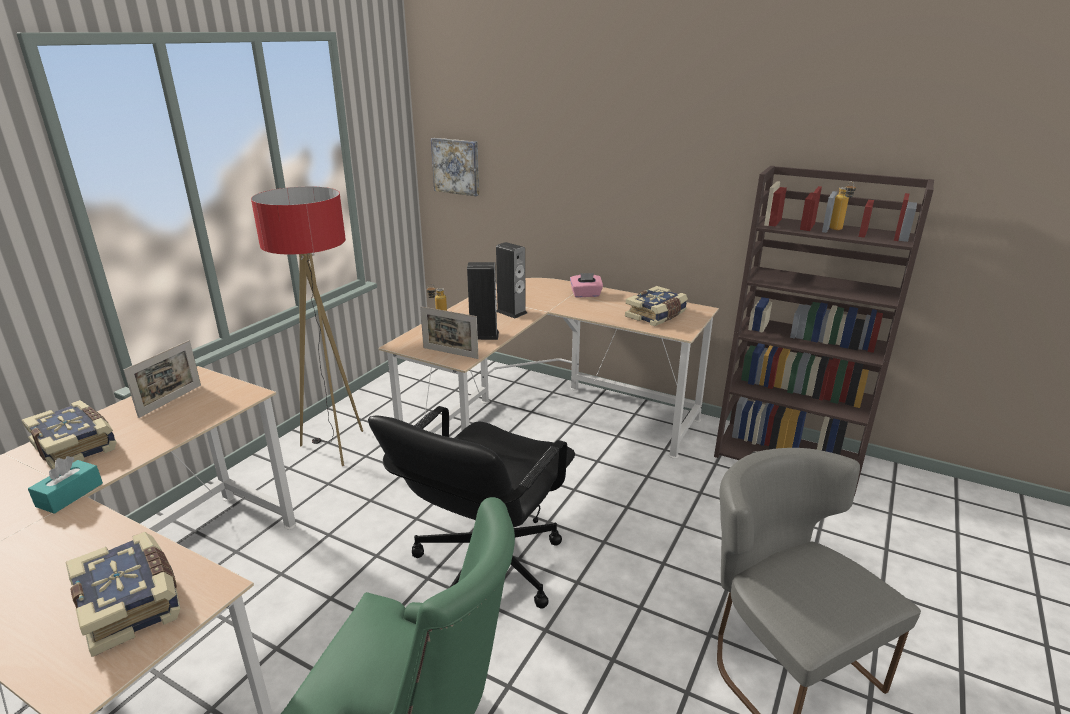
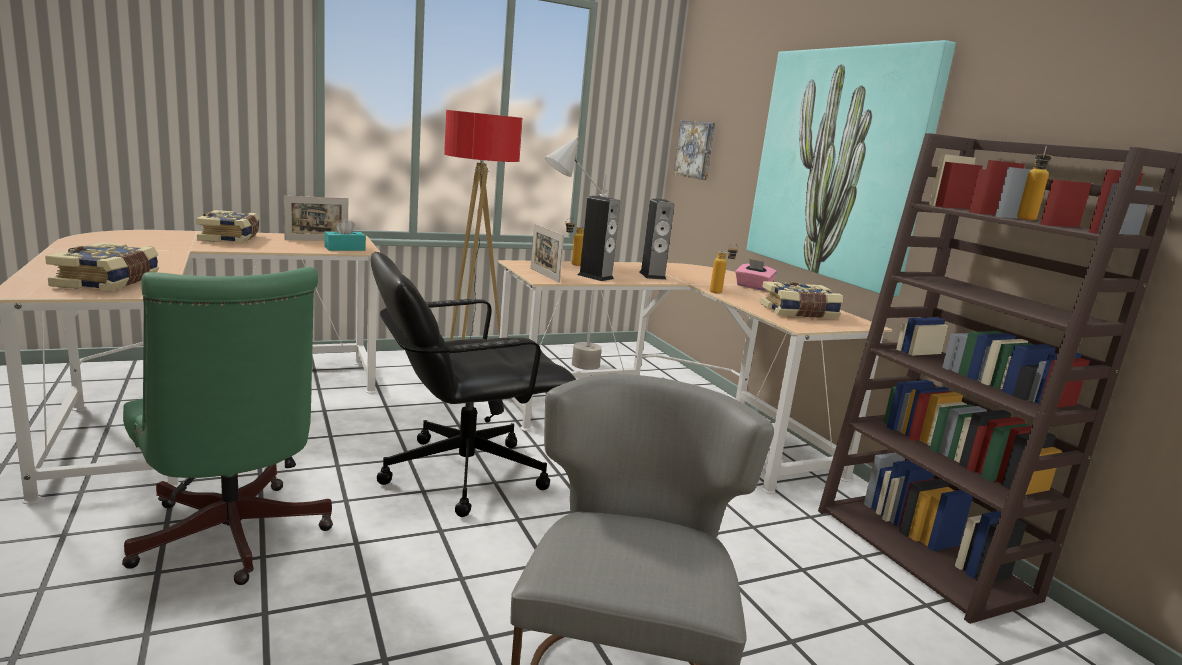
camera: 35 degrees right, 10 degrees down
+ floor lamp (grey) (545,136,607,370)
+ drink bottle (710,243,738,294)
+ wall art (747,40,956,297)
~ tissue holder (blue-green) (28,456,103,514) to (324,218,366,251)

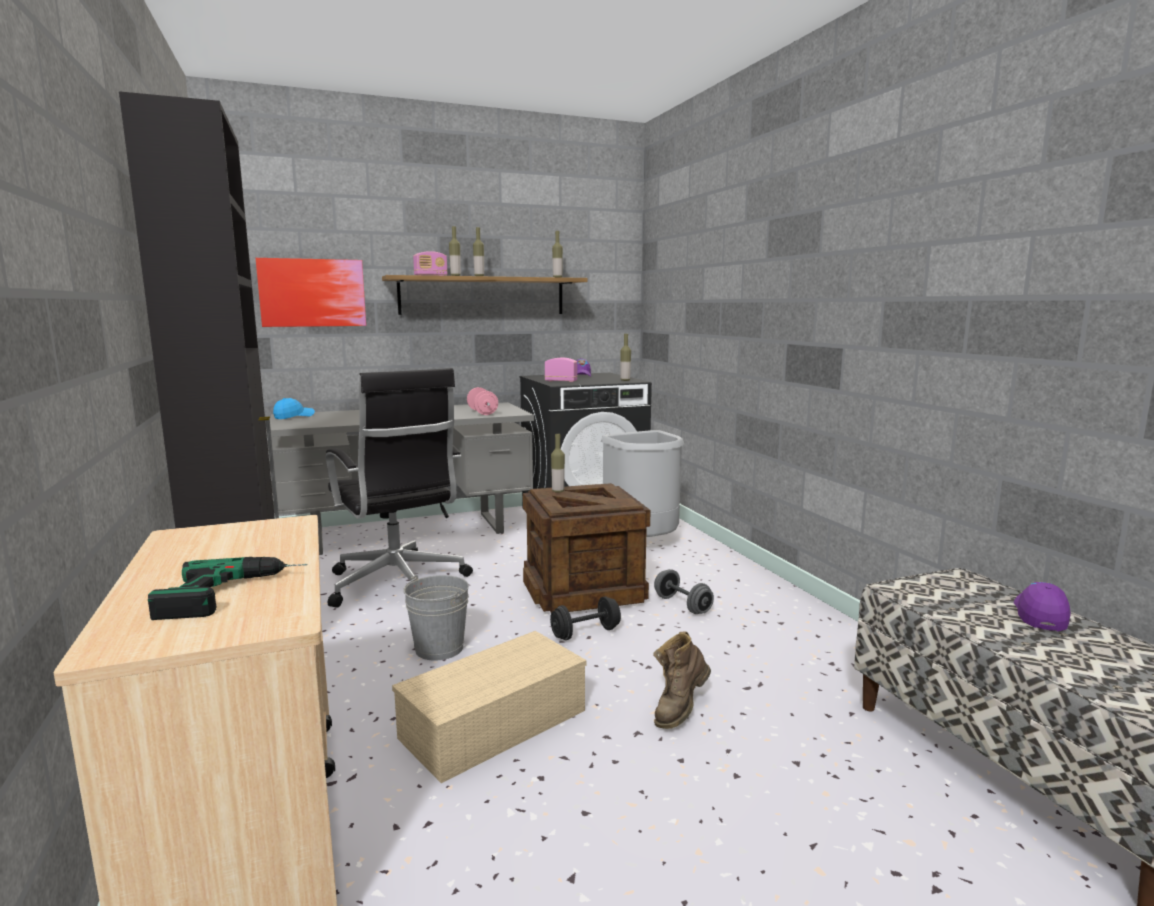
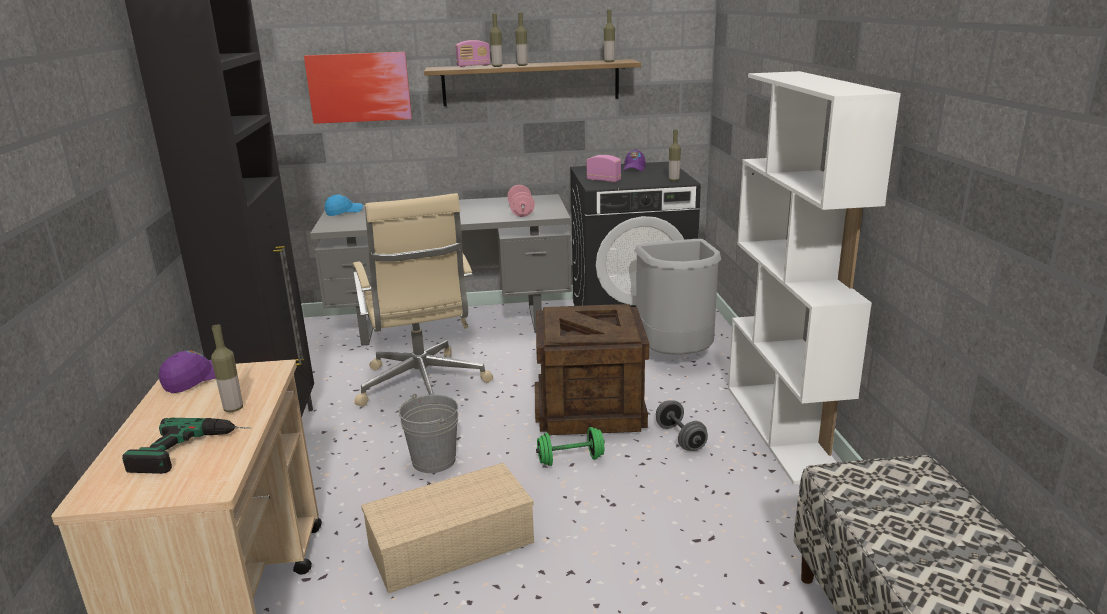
camera: 15 degrees right, 10 degrees up
- tall boot (brownish) (653,631,711,729)
+ bookcase (whitish) (728,71,901,484)
~ drink bottle (551,434,565,493) to (211,325,243,412)
~ cap (purple) (1014,582,1071,631) to (159,350,216,393)
~ office chair (blackish) (326,368,473,608) to office chair (beige) (353,193,493,407)
~ hand weight (blackish) (550,597,621,640) to hand weight (green) (536,427,605,466)

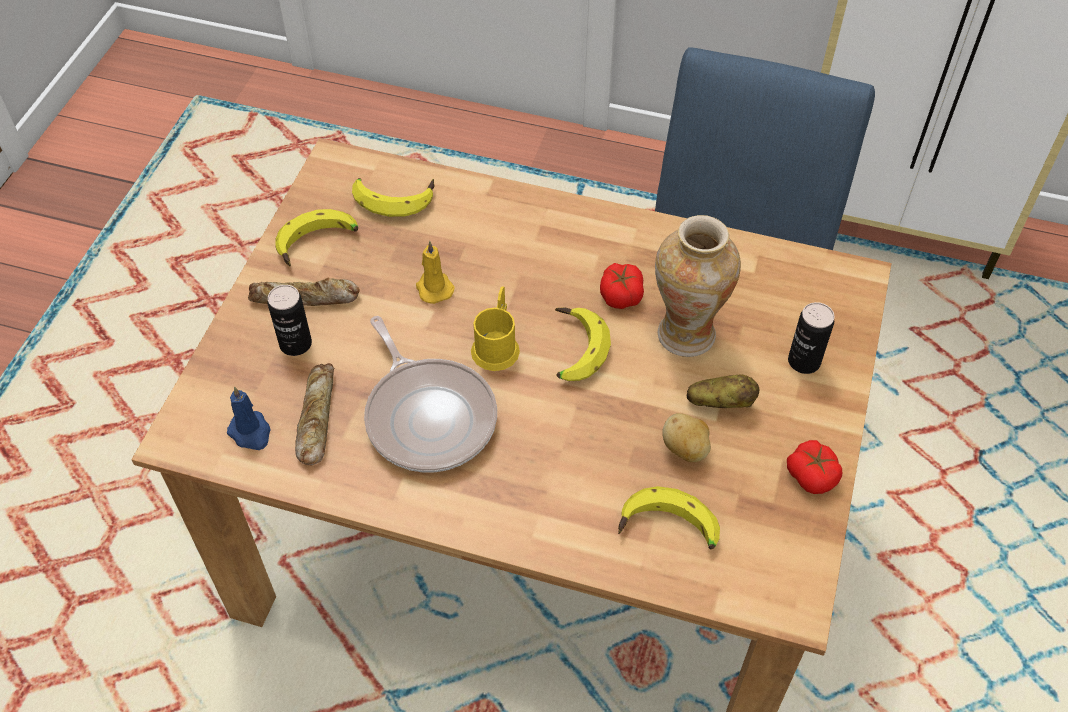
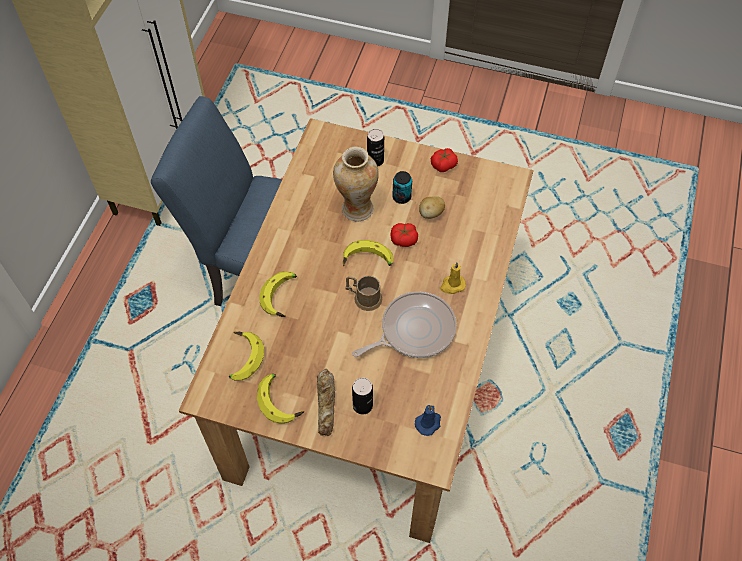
camera: 90 degrees left, 5 degrees up
- bread (295,363,334,465)
~ candle (yellowish) (416,241,455,304) to (440,263,466,294)
~ fresh tomato (600,263,644,309) to (390,223,418,247)
~ banana (618,486,720,550) to (259,271,297,317)
~ whole potato (687,374,759,408) to can (392,171,412,204)
~ tea mug (yellowish) (471,286,520,371) to tea mug (brownish) (345,276,383,311)

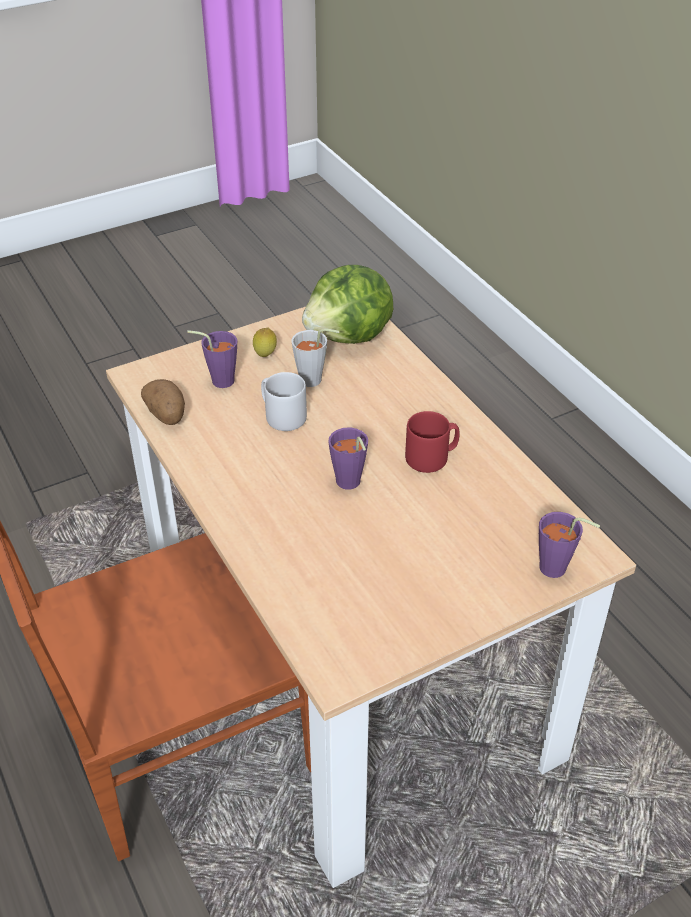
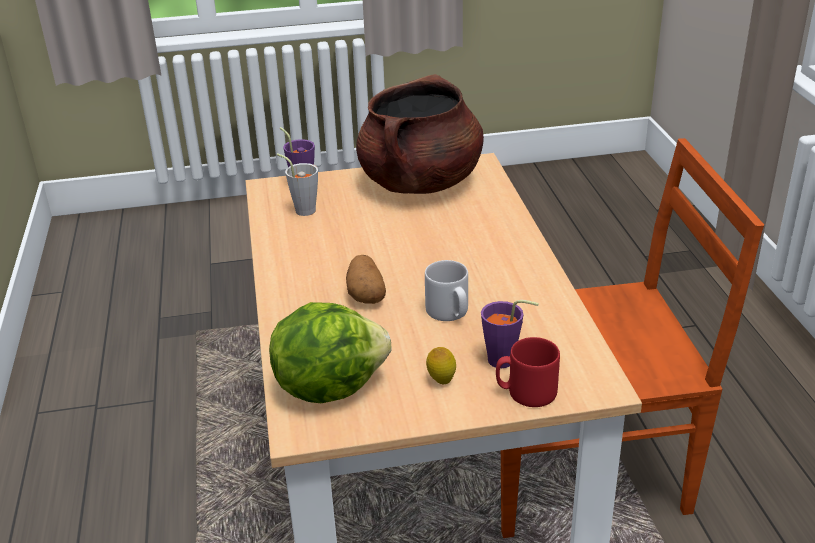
camera: 160 degrees left, 10 degrees down
- cup (purple) (328,427,368,490)
+ stockpot (brownish) (356,74,484,194)
~ whole potato (141,379,185,425) to (346,255,386,304)
~ cup (grey) (291,329,340,387) to (276,153,318,216)
~ tea mug (red-coloured) (405,411,460,473) to (496,337,560,407)

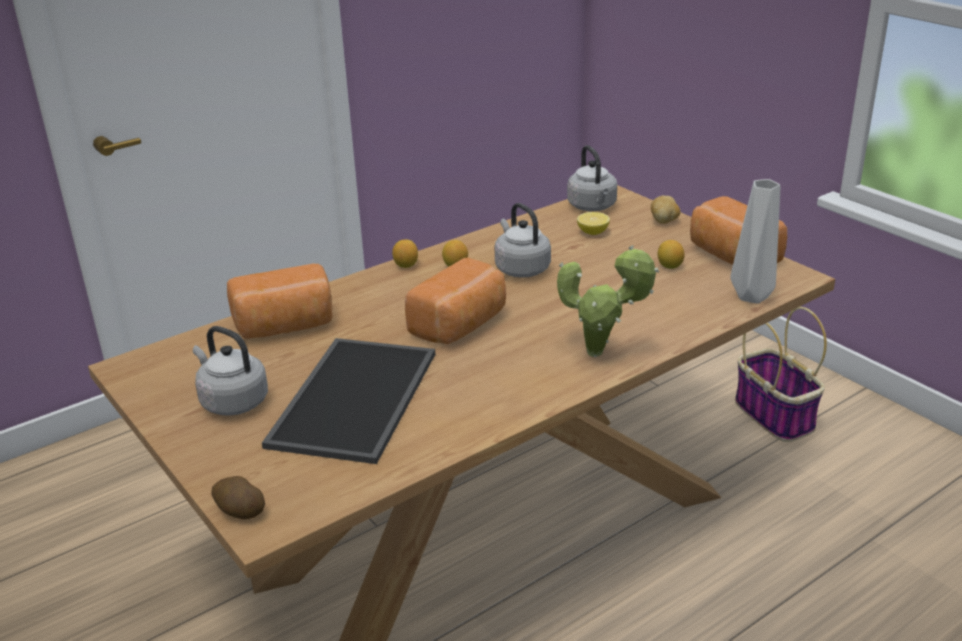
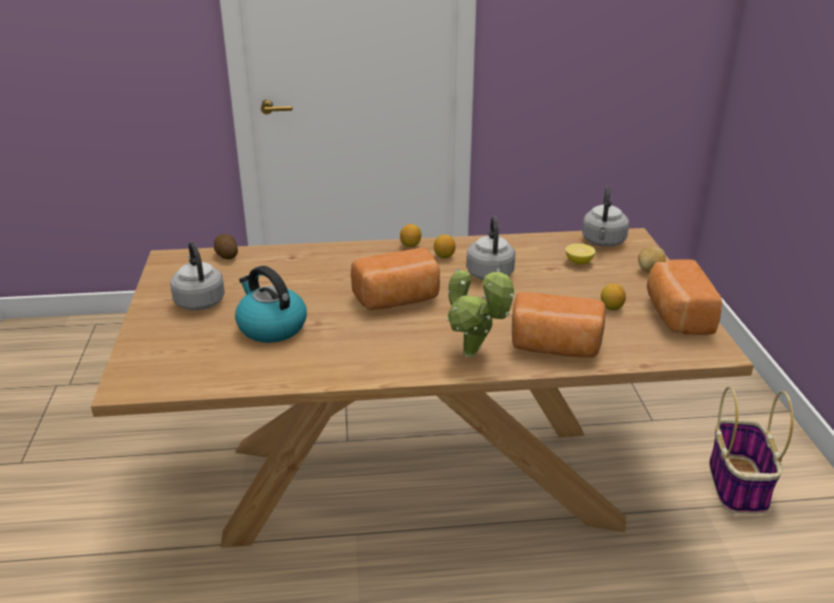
camera: 30 degrees right, 0 degrees up
- decorative vase (grey) (730,179,780,304)
~ whole potato (211,476,265,519) to (214,234,238,259)
~ bread (227,264,333,339) to (512,292,606,357)
~ tray (262,338,435,464) to tea kettle (235,266,307,343)

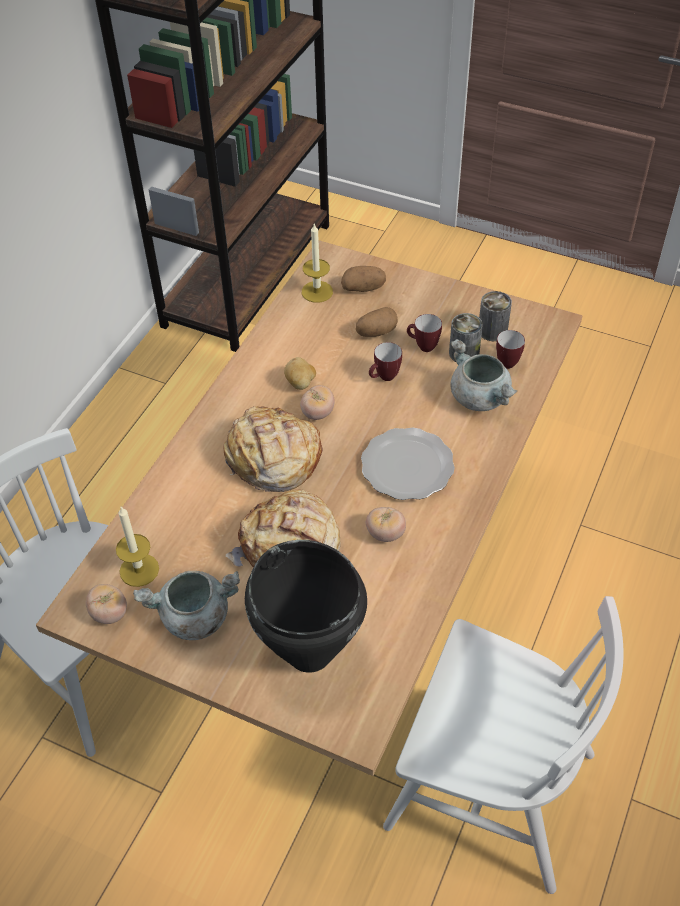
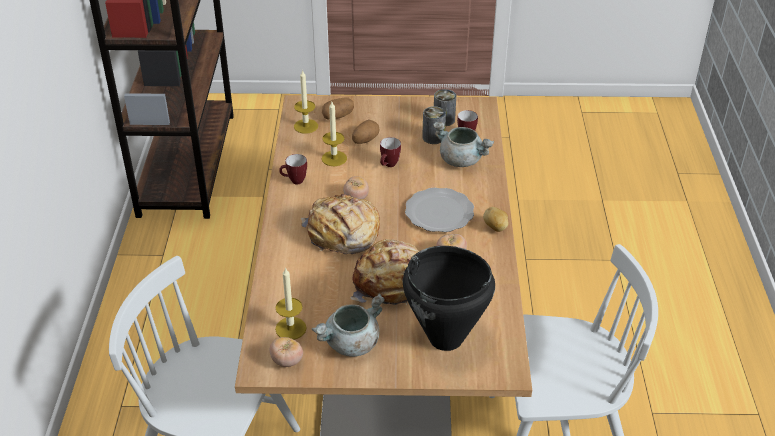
camera: 25 degrees left, 10 degrees down
+ candle (322,102,347,166)
~ whole potato (284,357,316,390) to (483,207,508,232)
~ tea mug (407,314,442,352) to (279,154,307,184)

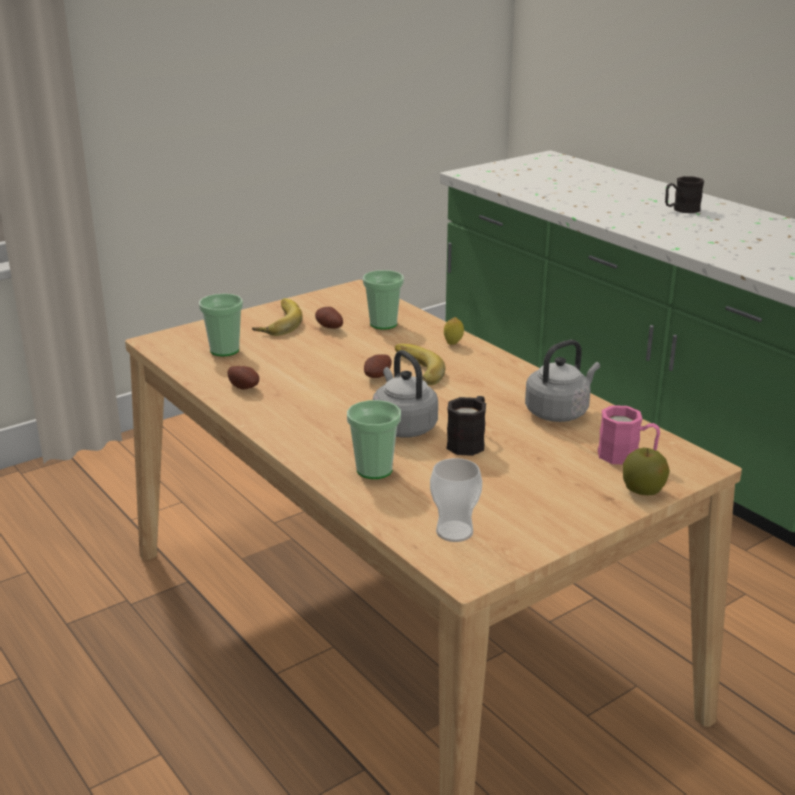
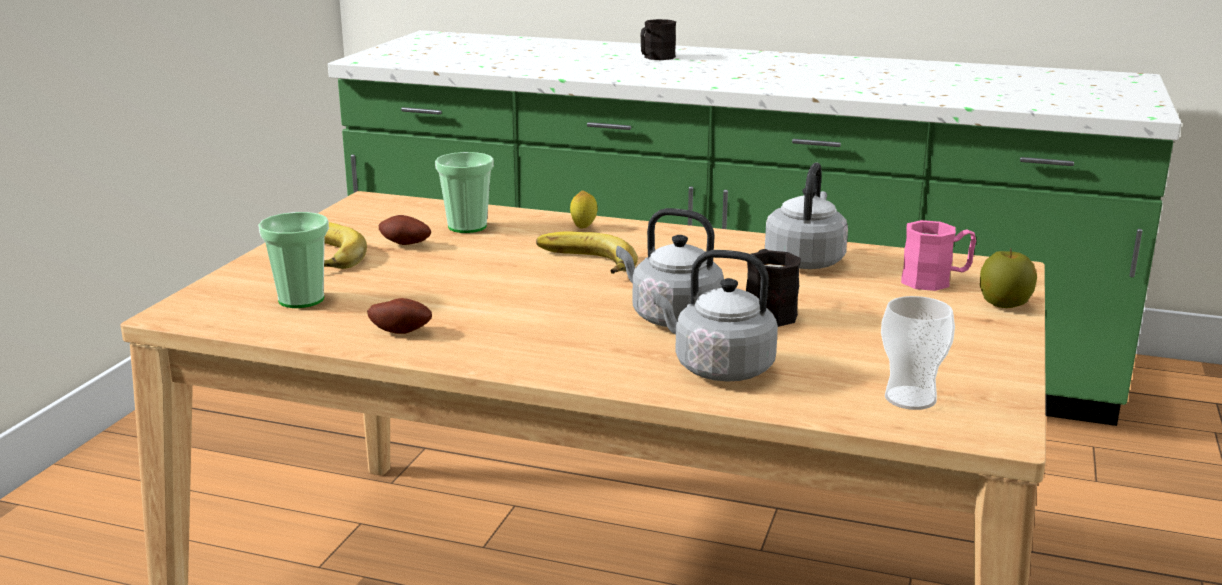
camera: 35 degrees left, 5 degrees down
- whole potato (364,354,392,378)
~ cup (347,400,401,479) to tea kettle (grey) (654,250,778,382)

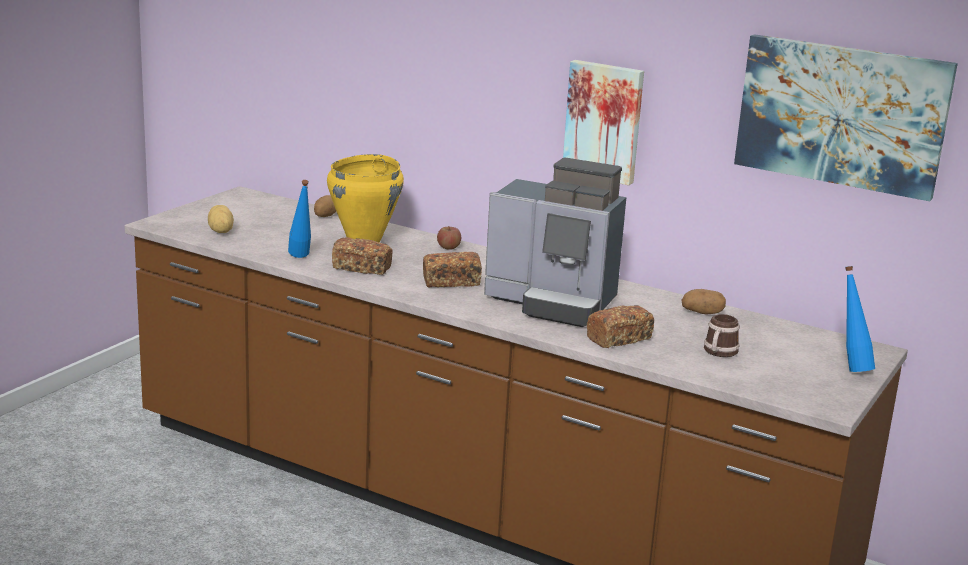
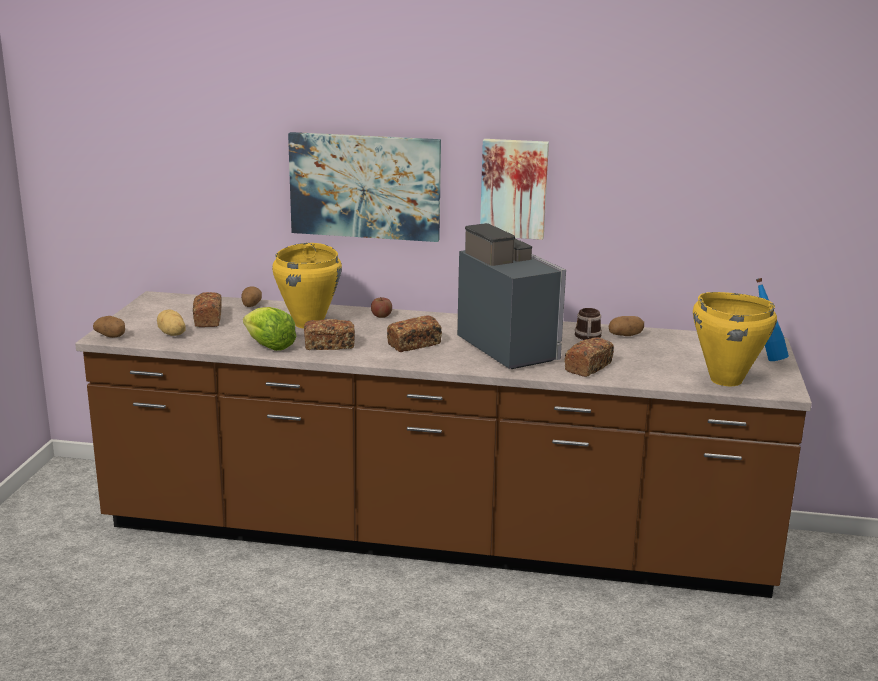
camera: 20 degrees left, 0 degrees up
+ whole potato (93,316,125,338)
+ bread (193,292,222,327)
+ stockpot (yellowish) (693,292,777,386)
~ tea mug (704,314,740,357) to (575,308,602,340)
~ wall art (734,34,958,201) to (288,132,441,242)
~ drink bottle (blue) (288,180,311,258) to lettuce (243,307,296,351)
~ coffee maker (484,158,626,327) = (457,223,566,369) 120 degrees counterclockwise

